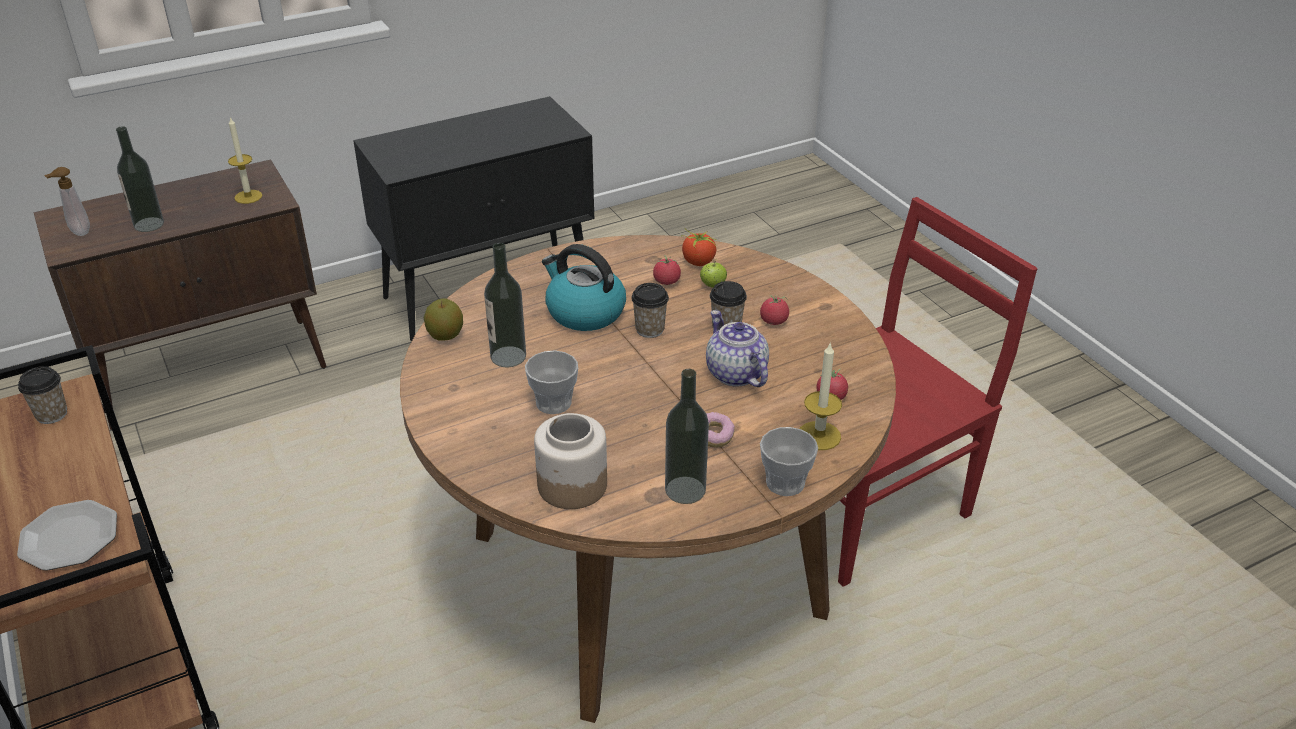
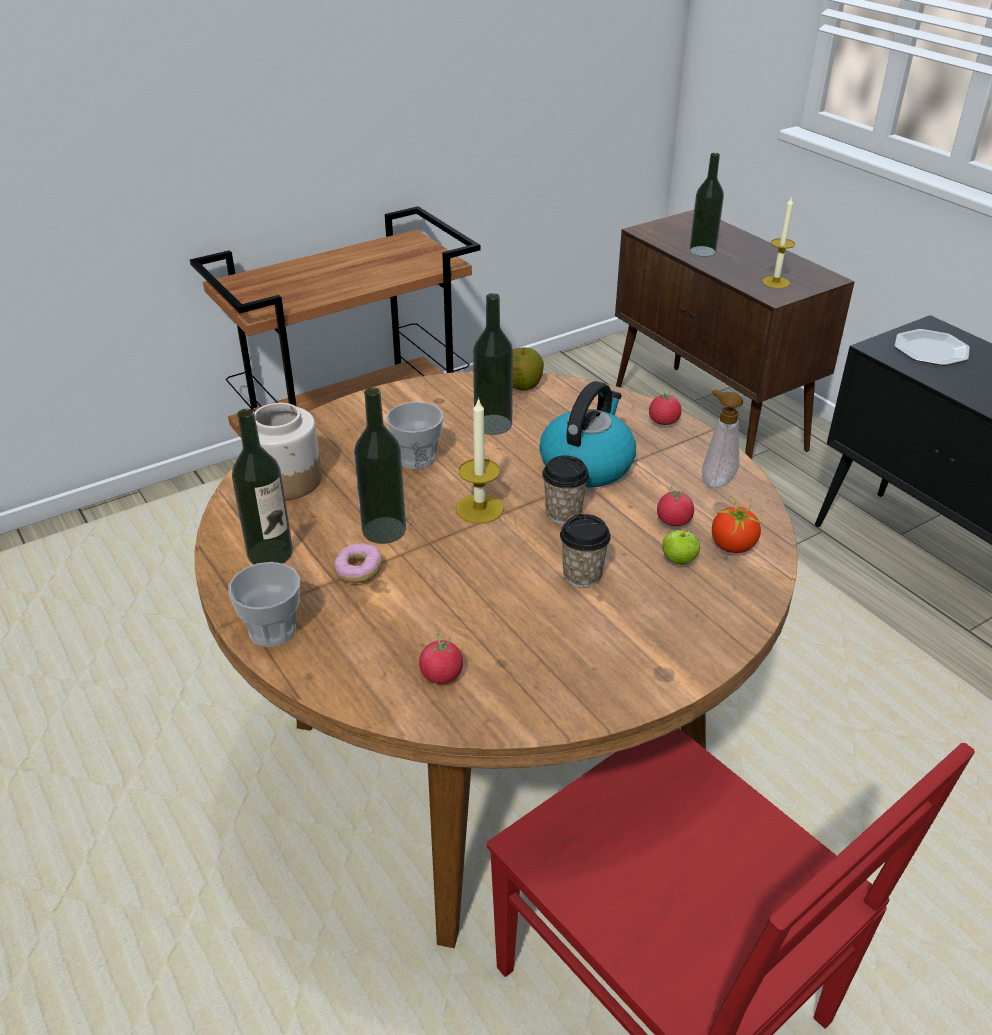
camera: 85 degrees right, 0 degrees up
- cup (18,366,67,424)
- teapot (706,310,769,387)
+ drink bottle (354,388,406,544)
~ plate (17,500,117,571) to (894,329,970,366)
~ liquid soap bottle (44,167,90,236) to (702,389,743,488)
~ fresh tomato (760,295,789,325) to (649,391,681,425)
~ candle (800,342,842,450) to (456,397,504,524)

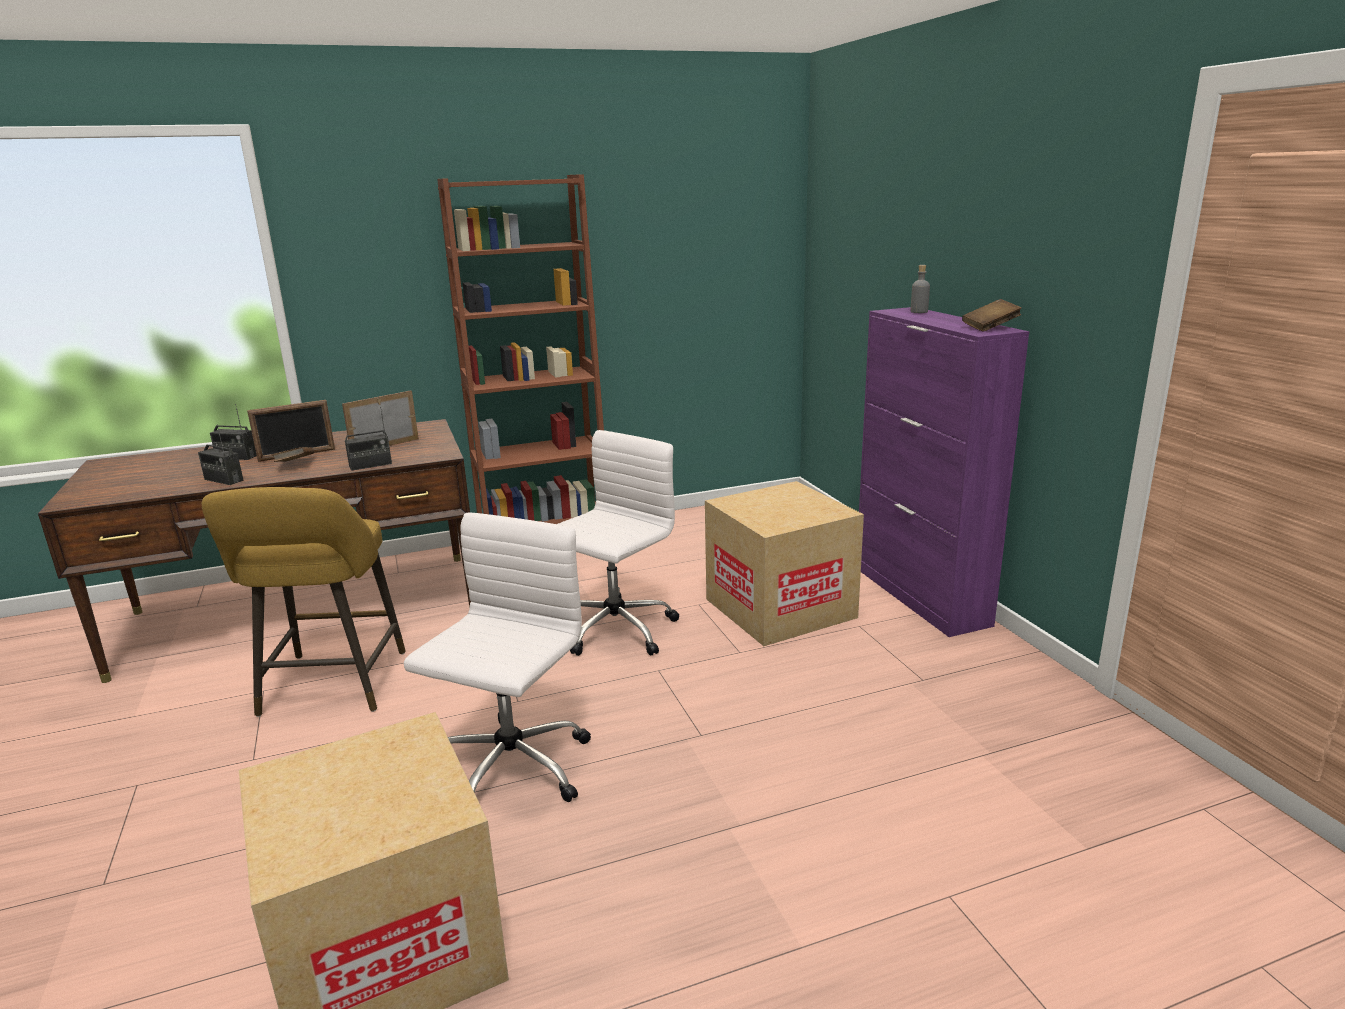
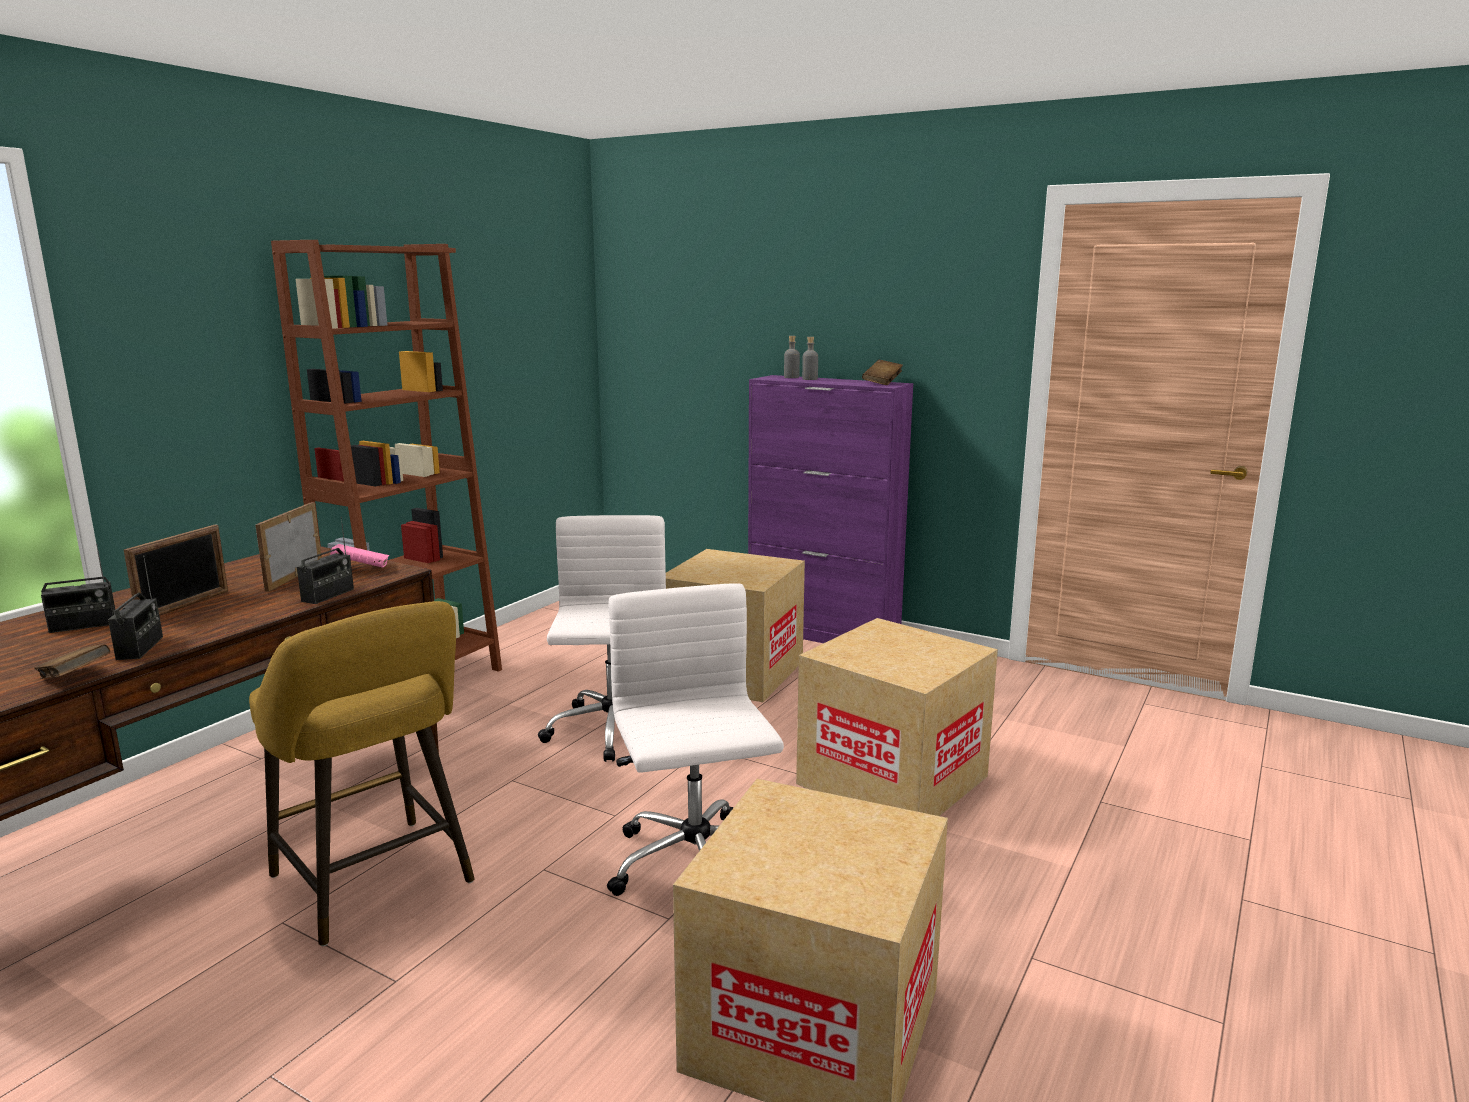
camera: 40 degrees left, 5 degrees down
+ book (pink) (330,544,389,568)
+ carton (796,618,998,816)
+ drink bottle (grey) (802,337,818,380)
~ book (brownish) (271,447,314,462) to (34,644,110,679)
~ radio receiver (198,424,244,485) = (108,555,163,660) 90 degrees counterclockwise

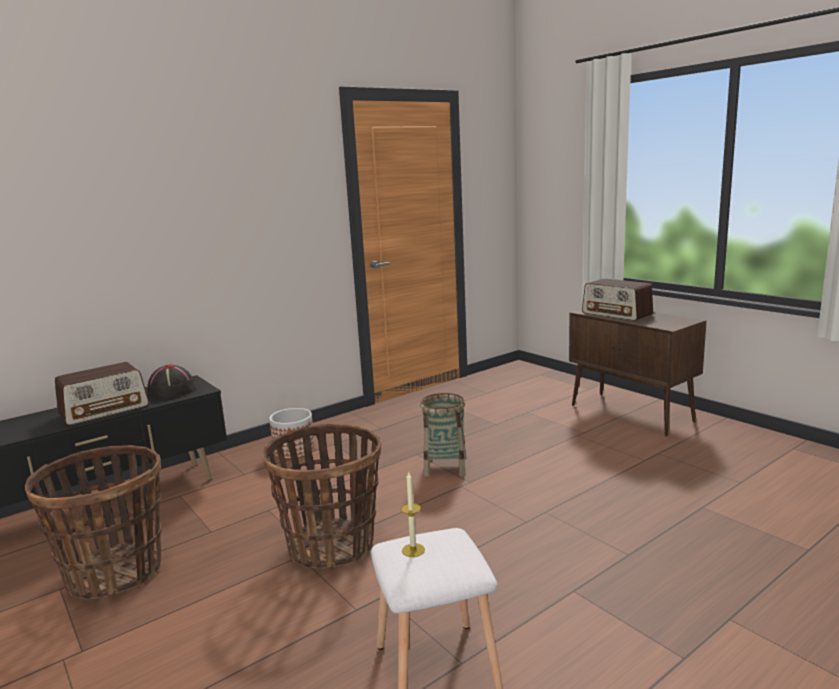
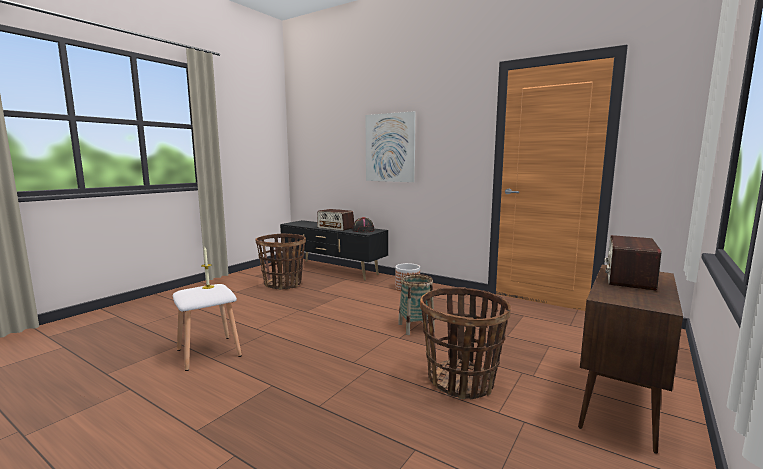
camera: 70 degrees right, 5 degrees down
+ wall art (366,111,416,182)
~ basket (263,424,381,569) to (420,287,511,399)

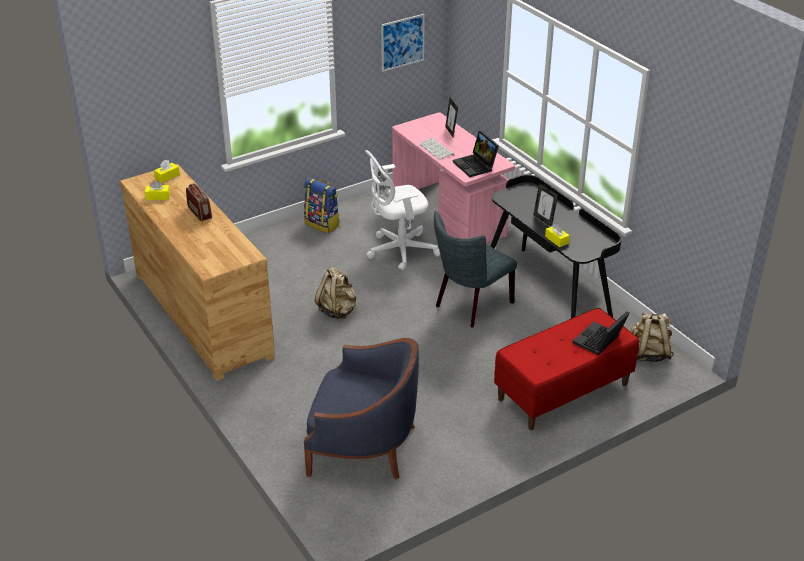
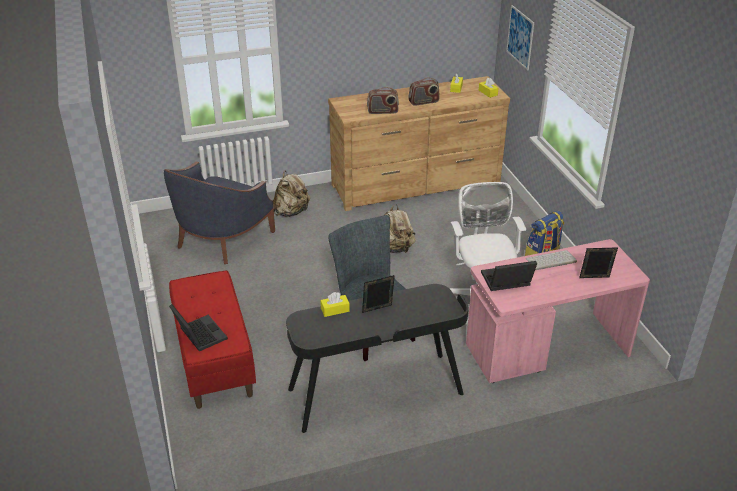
camera: 105 degrees right, 0 degrees up
+ radio receiver (367,87,399,114)
~ wall art (381,14,425,72) to (506,5,534,71)
~ rucksack (beige) (631,313,674,362) to (273,170,310,217)

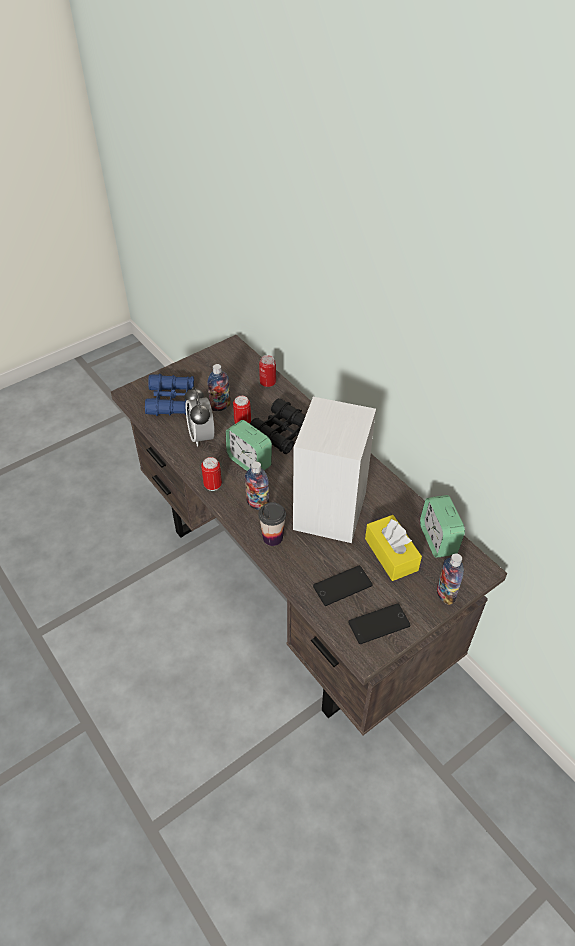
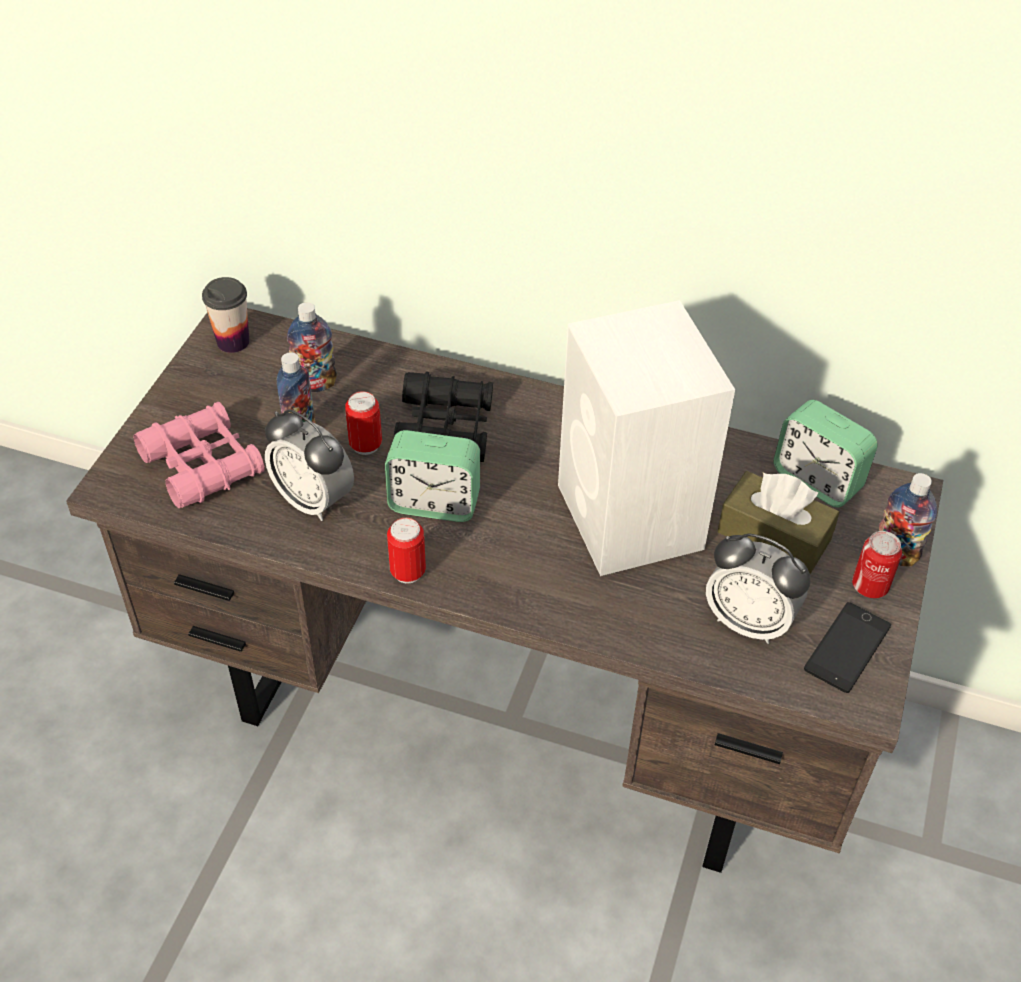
camera: 35 degrees left, 0 degrees up
~ drink bottle (245,462,269,510) to (287,302,337,392)
~ cup (258,502,286,546) to (202,277,249,353)
~ can (259,355,276,387) to (852,531,902,598)
~ phone (313,565,372,606) to bedside clock (706,533,811,644)
~ field glasses (blue) (145,374,194,416) to field glasses (pink) (133,402,265,508)
~ tissue holder (yellowish) (365,515,422,581) to tissue holder (brownish) (718,471,839,574)

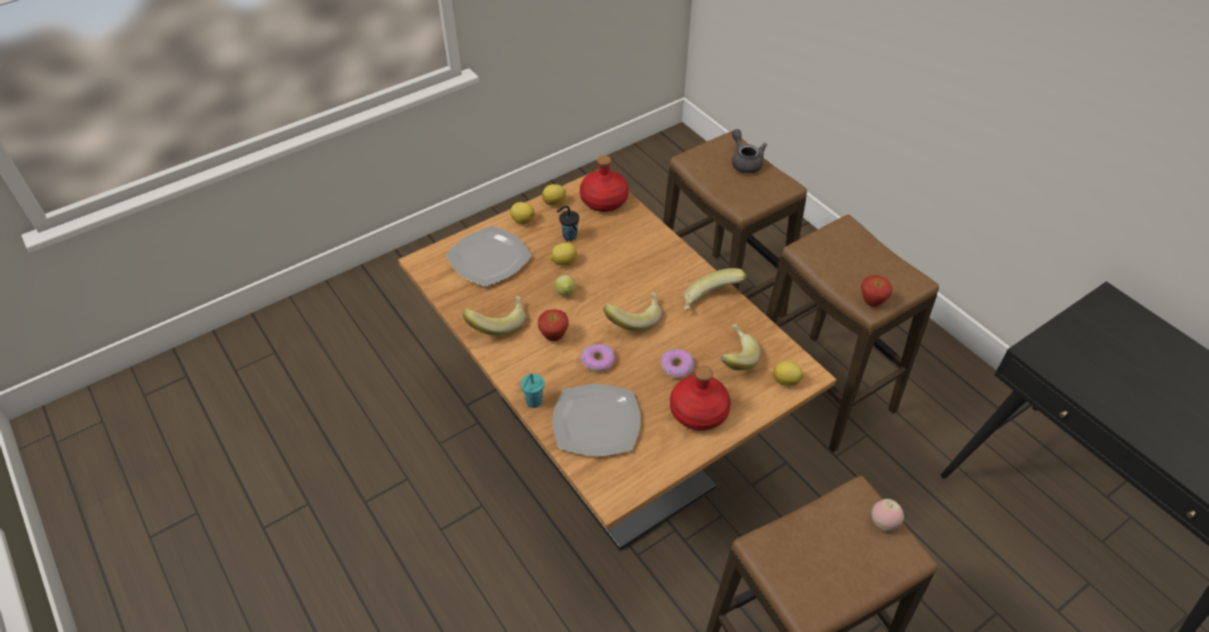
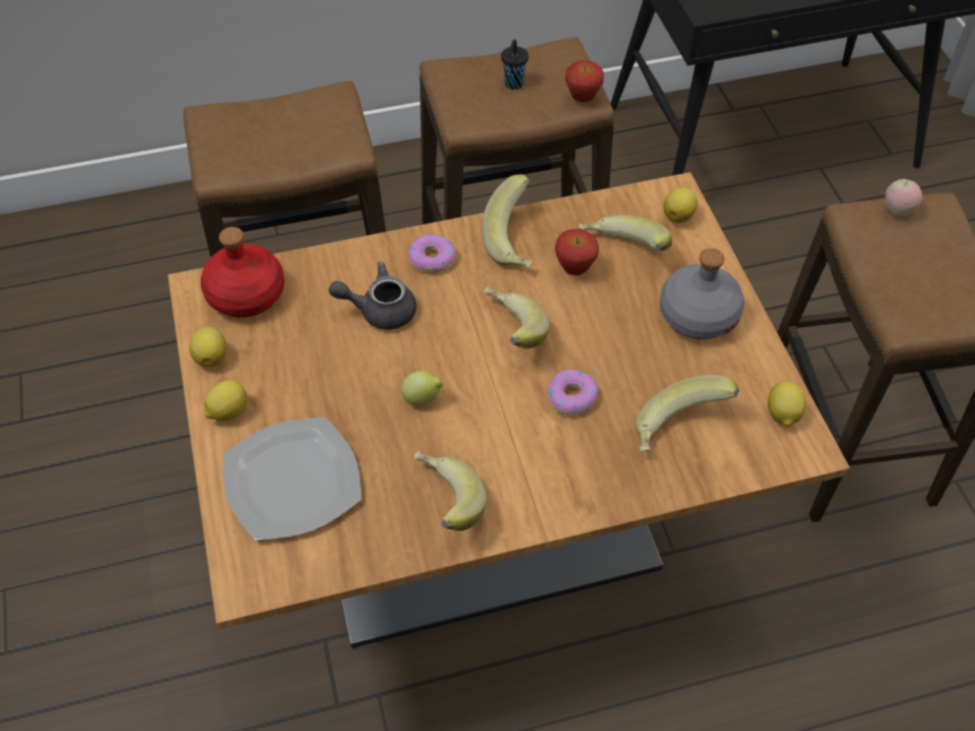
camera: 70 degrees left, 5 degrees up
- cup (blue-green) (521,373,544,408)
~ apple fruit (538,309,569,341) to (555,229,599,275)
~ whole lemon (550,243,577,266) to (768,382,806,427)
~ cup (blackish) (557,206,579,241) to (501,39,529,90)
~ donut (661,349,694,379) to (409,234,456,272)
~ teapot (grey) (732,129,767,173) to (329,261,417,330)
~ plate (553,384,641,456) to banana (635,375,739,452)
~ drink bottle (red-coloured) (670,366,731,431) to drink bottle (grey) (660,248,744,340)

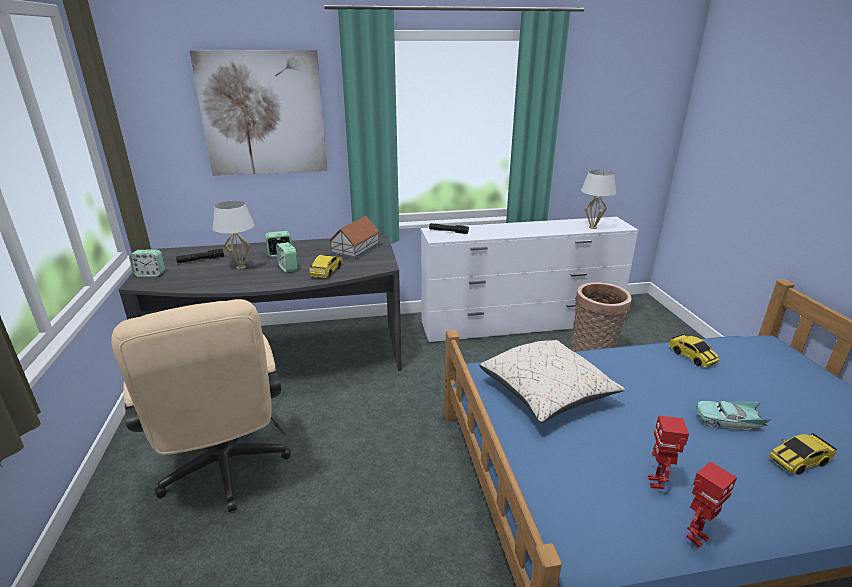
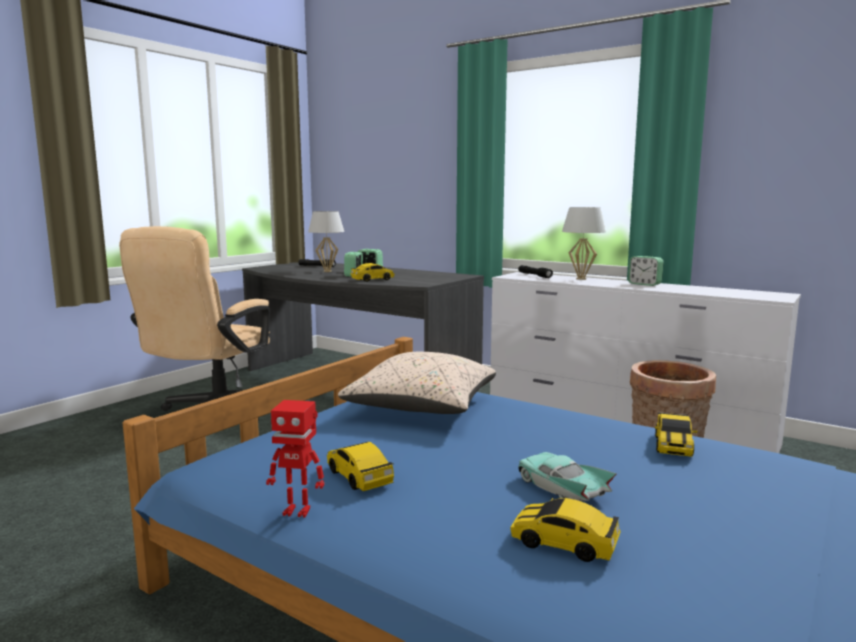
camera: 45 degrees right, 15 degrees down
- wall art (189,50,327,176)
- miniature house (328,216,380,260)
~ bedside clock (129,249,165,277) to (628,256,664,286)
~ tabletop lamp (whitish) (581,170,616,229) to (562,207,606,280)
~ robot figure (648,415,689,489) to miniature car (327,442,394,491)

